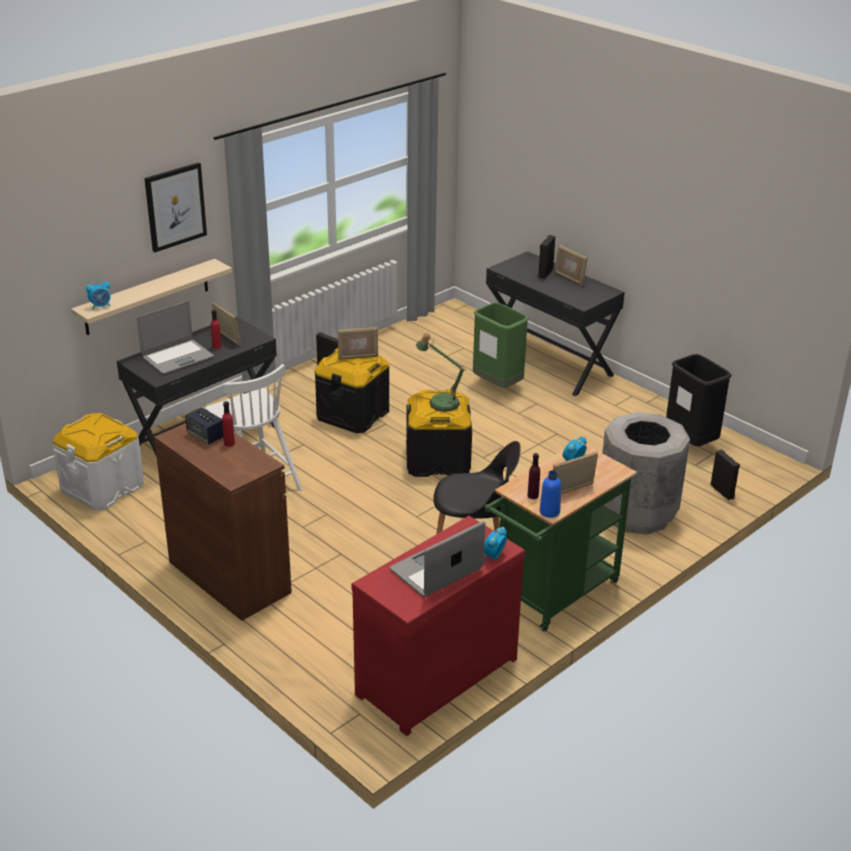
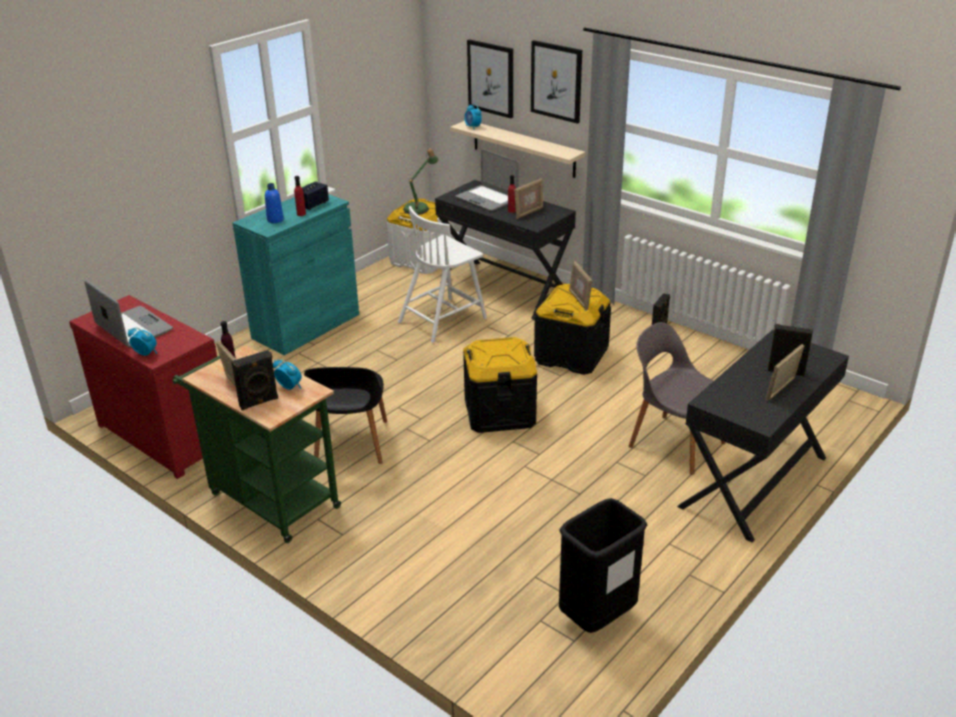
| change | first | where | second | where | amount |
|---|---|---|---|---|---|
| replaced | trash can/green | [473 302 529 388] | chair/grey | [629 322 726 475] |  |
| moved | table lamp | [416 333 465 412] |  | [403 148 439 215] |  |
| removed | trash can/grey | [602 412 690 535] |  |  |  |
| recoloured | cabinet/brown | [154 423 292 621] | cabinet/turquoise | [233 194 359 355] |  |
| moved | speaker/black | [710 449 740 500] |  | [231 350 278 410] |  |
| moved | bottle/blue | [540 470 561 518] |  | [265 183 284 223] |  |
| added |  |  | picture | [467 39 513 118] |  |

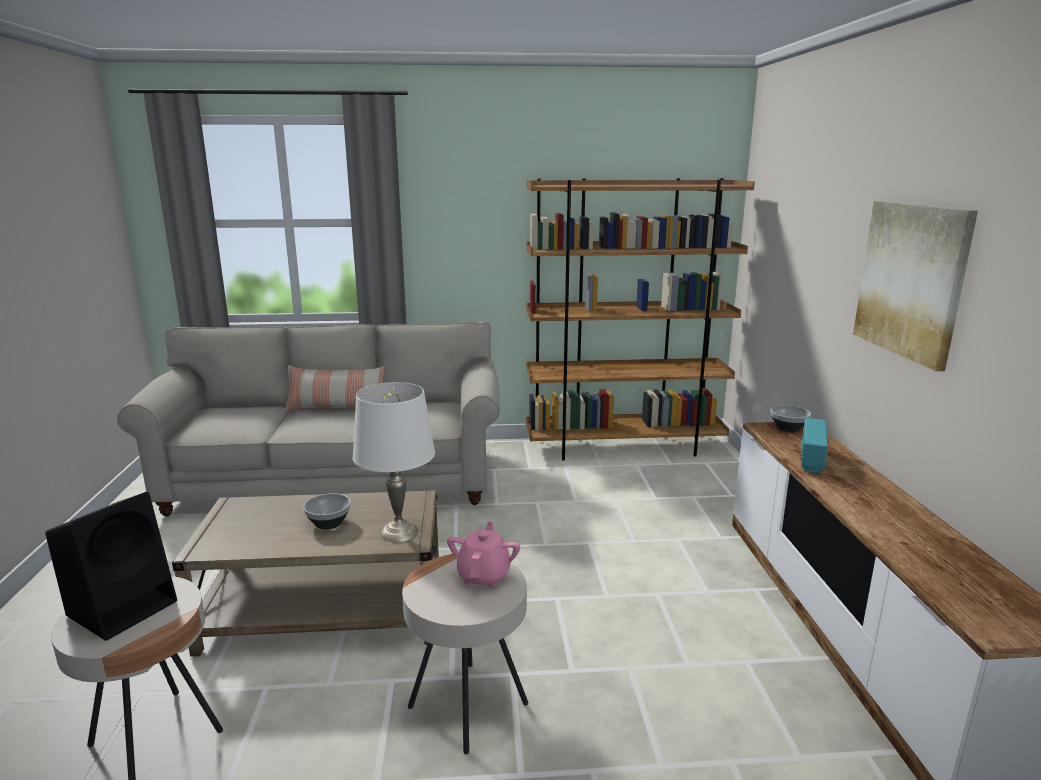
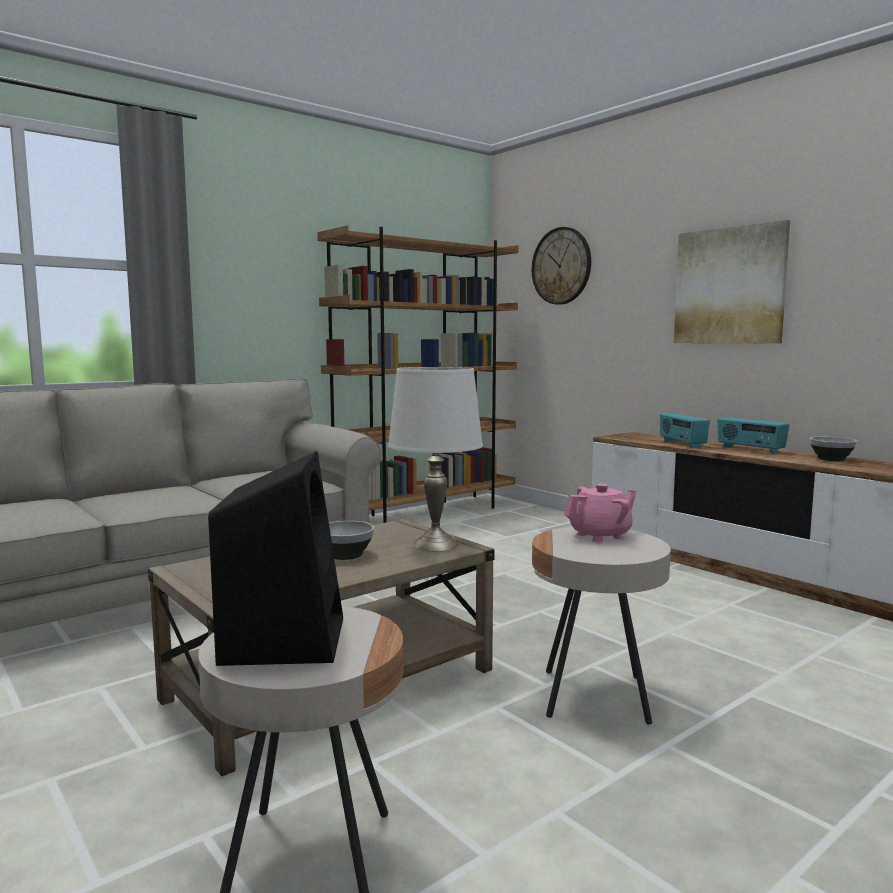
| change | first | where | second | where | amount |
|---|---|---|---|---|---|
| removed | pillow | [285 365 385 412] |  |  |  |
| moved | bowl | [770 405 811 432] |  | [810 437 857 461] |  |
| turned | teapot/pink | [447 522 520 588] |  | [564 483 636 542] | 90 degrees clockwise |
| added |  |  | wall clock | [532 227 591 305] |  |
| added |  |  | radio | [718 417 790 454] |  |

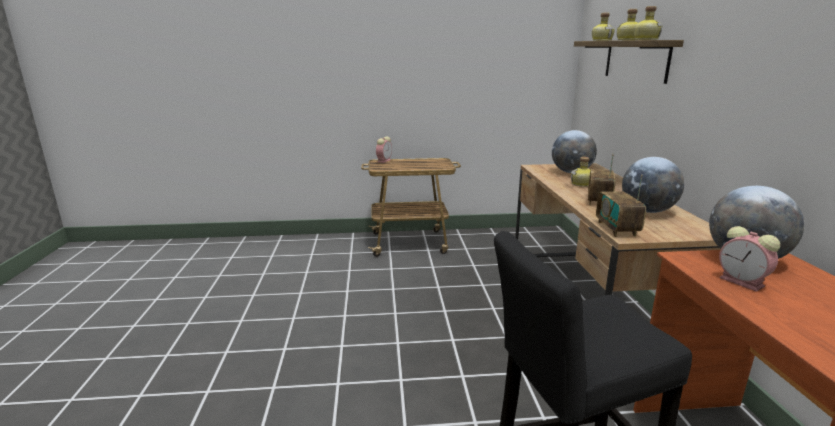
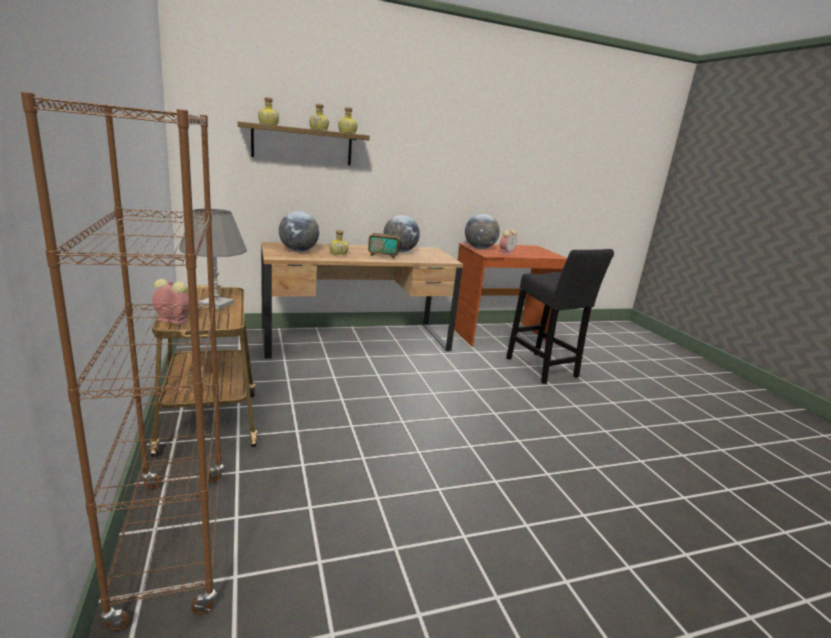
| change | first | where | second | where | amount |
|---|---|---|---|---|---|
| removed | radio | [596 175 646 237] |  |  |  |
| added |  |  | bookcase/brown | [21 92 224 631] |  |
| added |  |  | table lamp/grey | [179 209 247 310] |  |

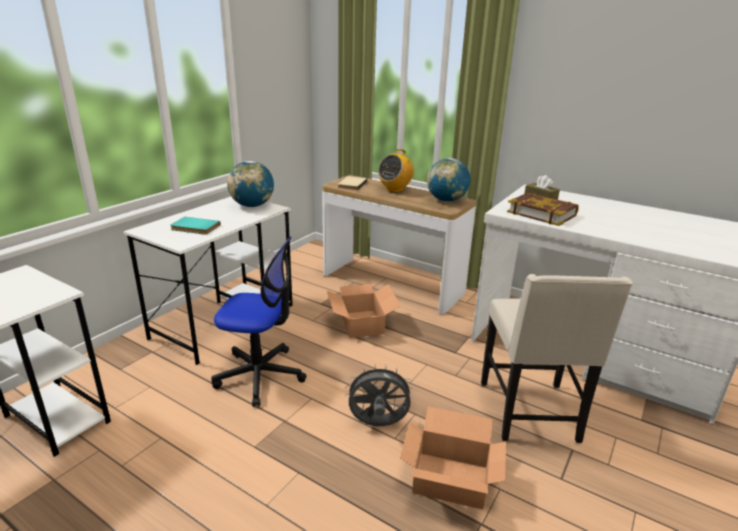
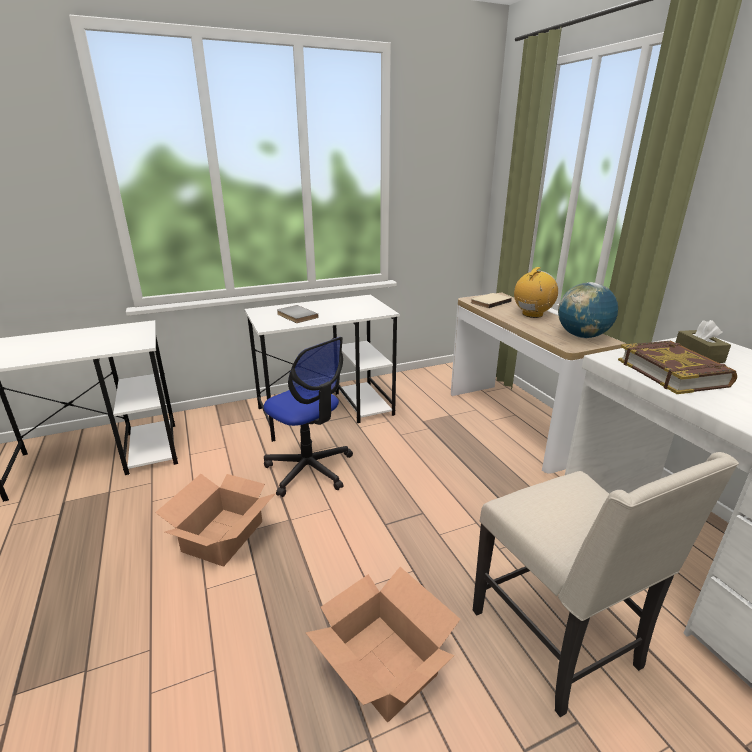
| change | first | where | second | where | amount |
|---|---|---|---|---|---|
| turned | radio | [378 149 414 193] |  | [514 267 558 318] | 150 degrees clockwise |
| removed | globe | [227 161 274 207] |  |  |  |
| recoloured | book/turquoise | [170 217 221 235] | book/grey | [277 305 318 323] |  |
| turned | chair/beige | [481 274 633 443] |  | [473 452 739 717] | 60 degrees counterclockwise |
| moved | cardboard box | [326 284 401 338] |  | [155 474 276 566] |  |
| removed | fan/grey | [345 364 414 426] |  |  |  |

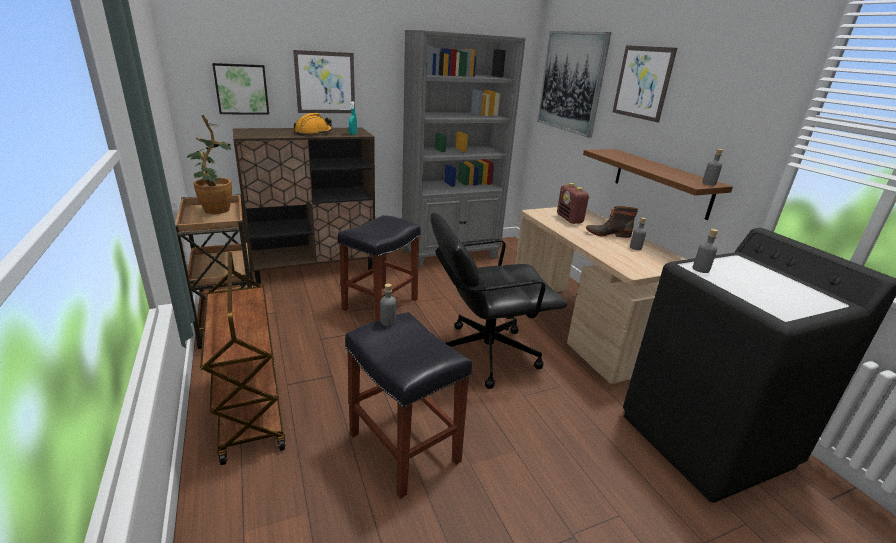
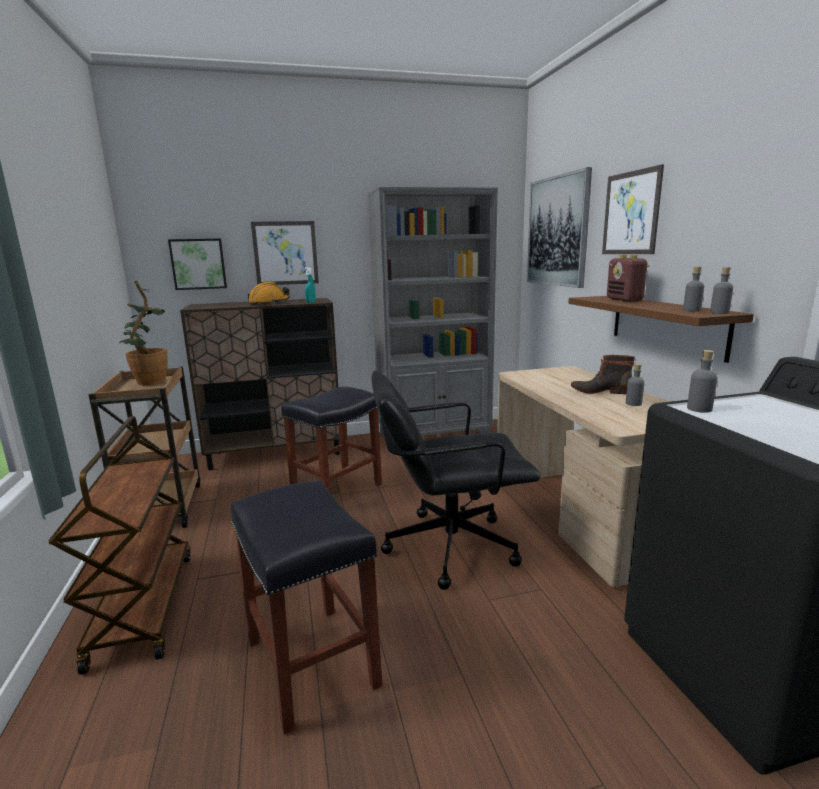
| change | first | where | second | where | amount |
|---|---|---|---|---|---|
| moved | radio | [557 183 590 224] |  | [607 255 649 302] |  |
| moved | bottle/grey | [380 283 396 326] |  | [683 267 704 311] |  |

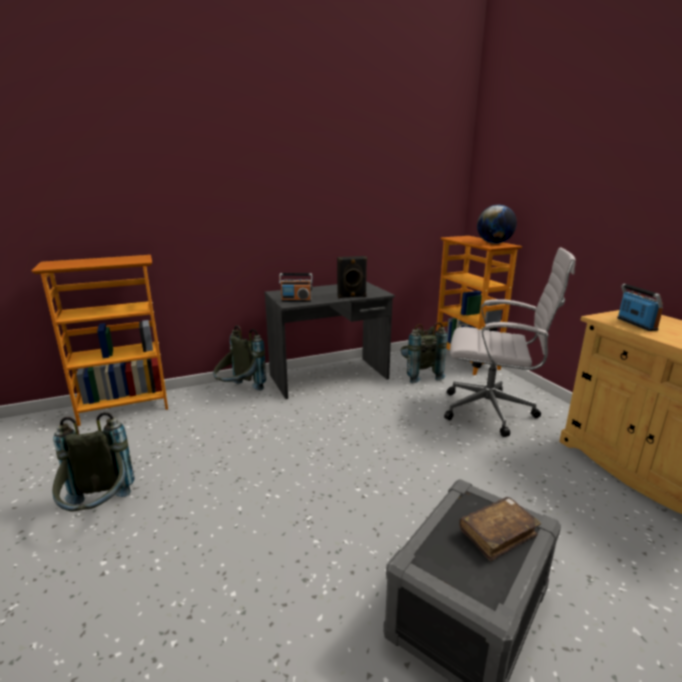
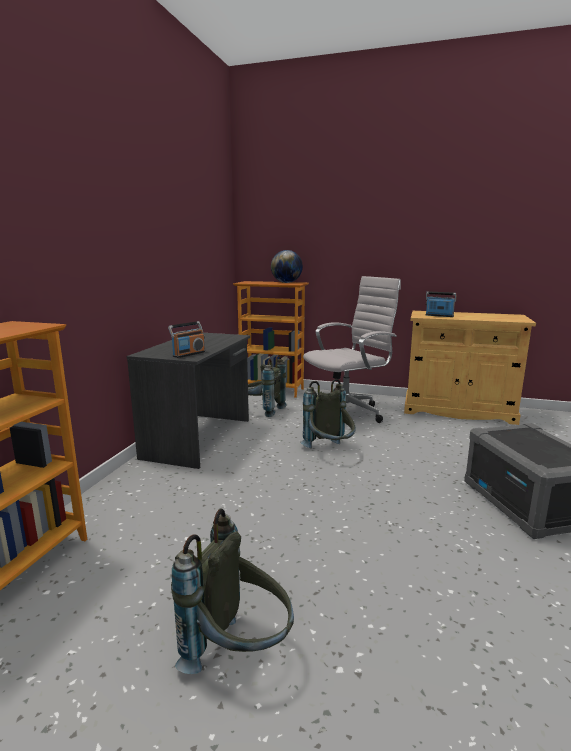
| change | first | where | second | where | amount |
|---|---|---|---|---|---|
| removed | speaker/black | [337 256 367 298] |  |  |  |
| moved | backpack/grey | [213 325 266 390] |  | [300 379 356 448] |  |
| removed | book/brown | [459 497 541 561] |  |  |  |

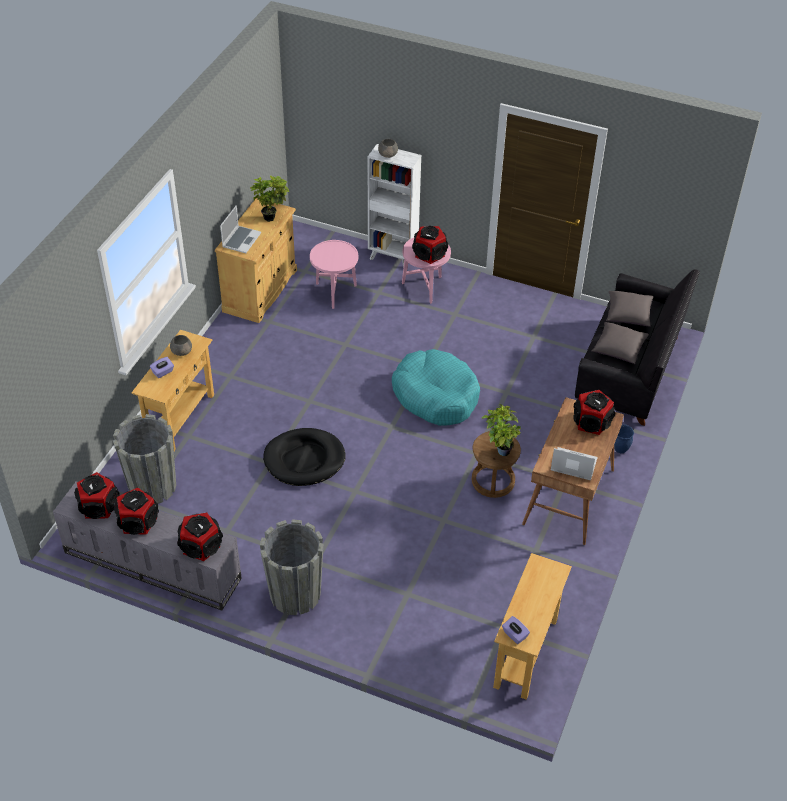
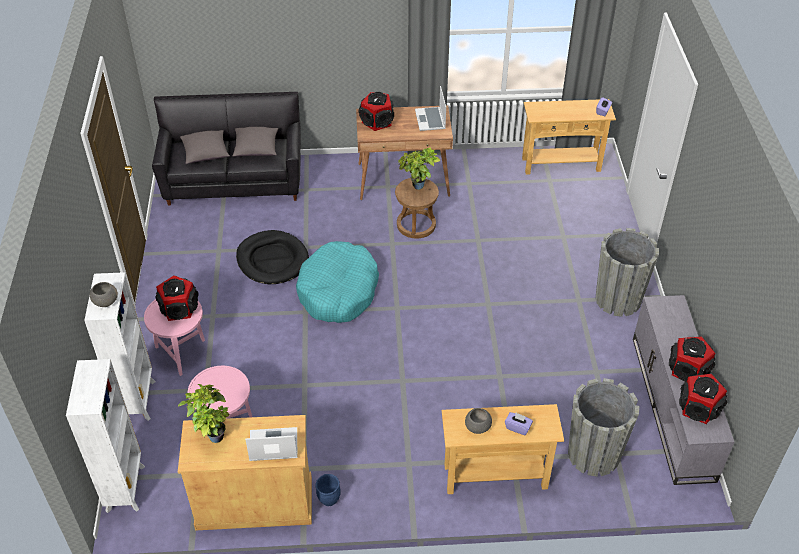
| change | first | where | second | where | amount |
|---|---|---|---|---|---|
| moved | planter/blue | [614 424 634 453] |  | [315 474 341 506] |  |
| moved | dog bed/black | [263 428 346 486] |  | [236 230 309 284] |  |
| removed | speaker | [177 512 223 561] |  |  |  |
| added |  |  | bookcase/white | [66 359 145 513] |  |

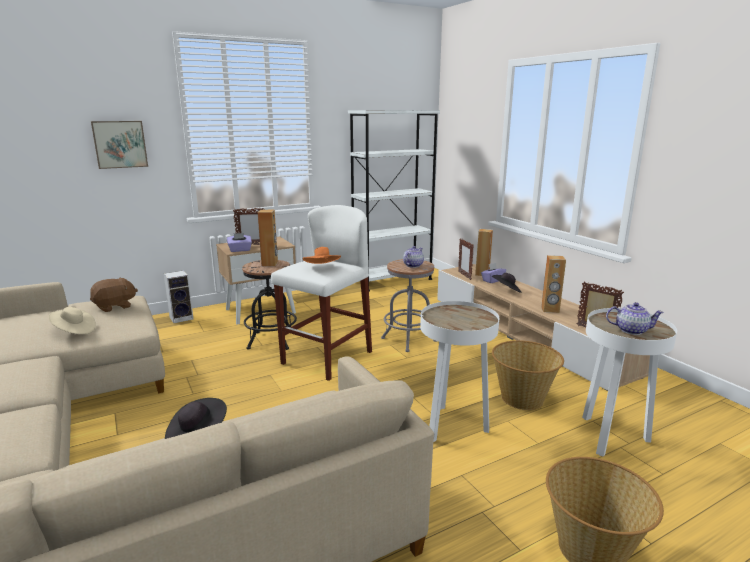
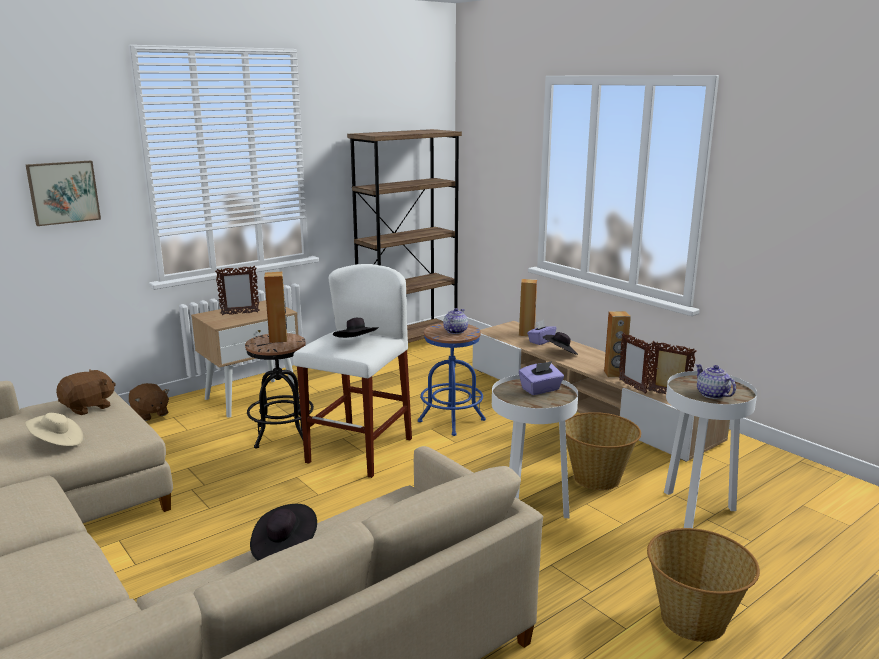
| change | first | where | second | where | amount |
|---|---|---|---|---|---|
| recoloured | bookcase/white | [348 110 440 292] | bookcase/brown | [347 129 462 343] |  |
| moved | tissue box/purple | [227 233 252 252] |  | [519 361 564 395] |  |
| moved | picture frame | [458 238 474 280] |  | [619 333 652 394] |  |
| recoloured | hat/orange | [302 247 341 264] | hat/black | [333 318 379 338] |  |
| recoloured | stool/grey | [381 259 437 352] | stool/blue | [418 323 486 436] |  |
| replaced | speaker | [164 271 193 323] | plush toy/brown | [129 383 170 421] |  |
| turned | teapot | [606 302 664 335] |  | [695 364 736 399] | 120 degrees counterclockwise |

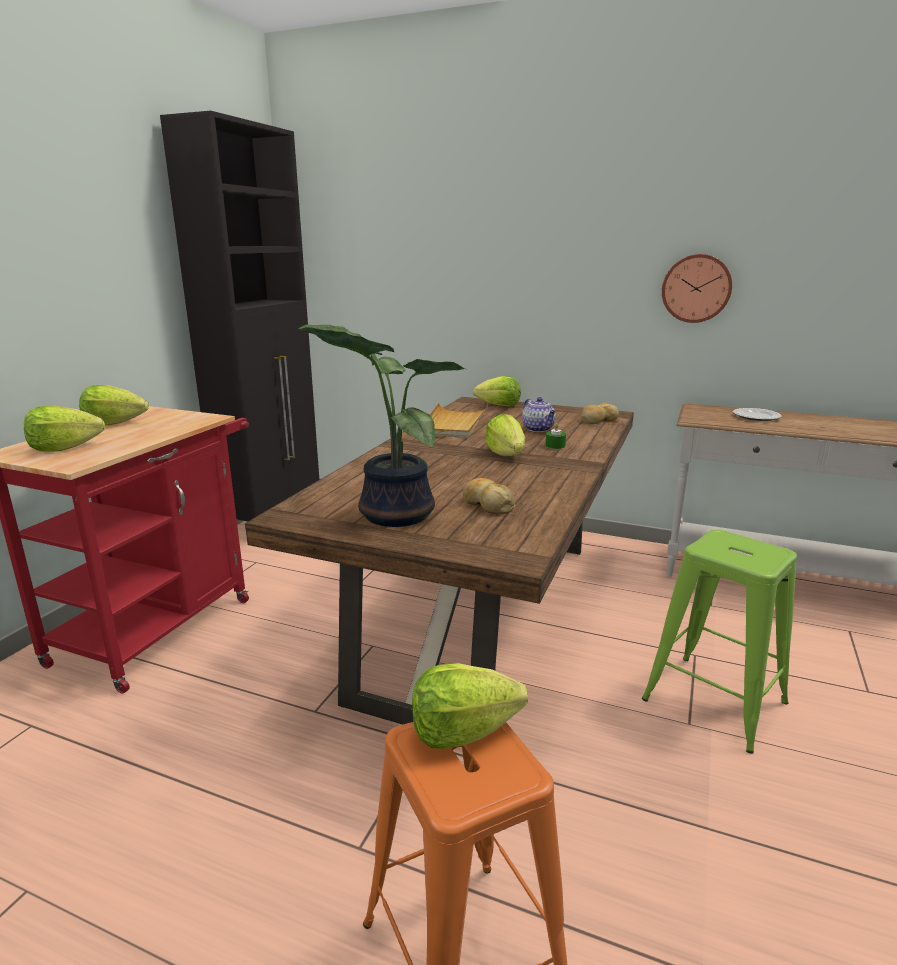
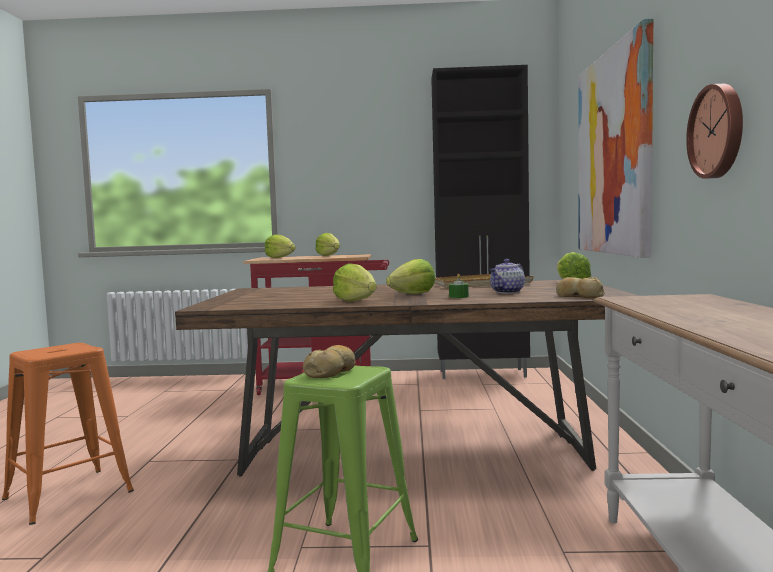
| change | first | where | second | where | amount |
|---|---|---|---|---|---|
| removed | potted plant | [298 324 465 527] |  |  |  |
| removed | plate | [733 408 782 421] |  |  |  |
| moved | bread | [463 478 516 515] |  | [303 345 356 378] |  |
| moved | lettuce | [412 663 528 749] |  | [333 264 377 302] |  |
| added |  |  | picture | [578 19 653 258] |  |

